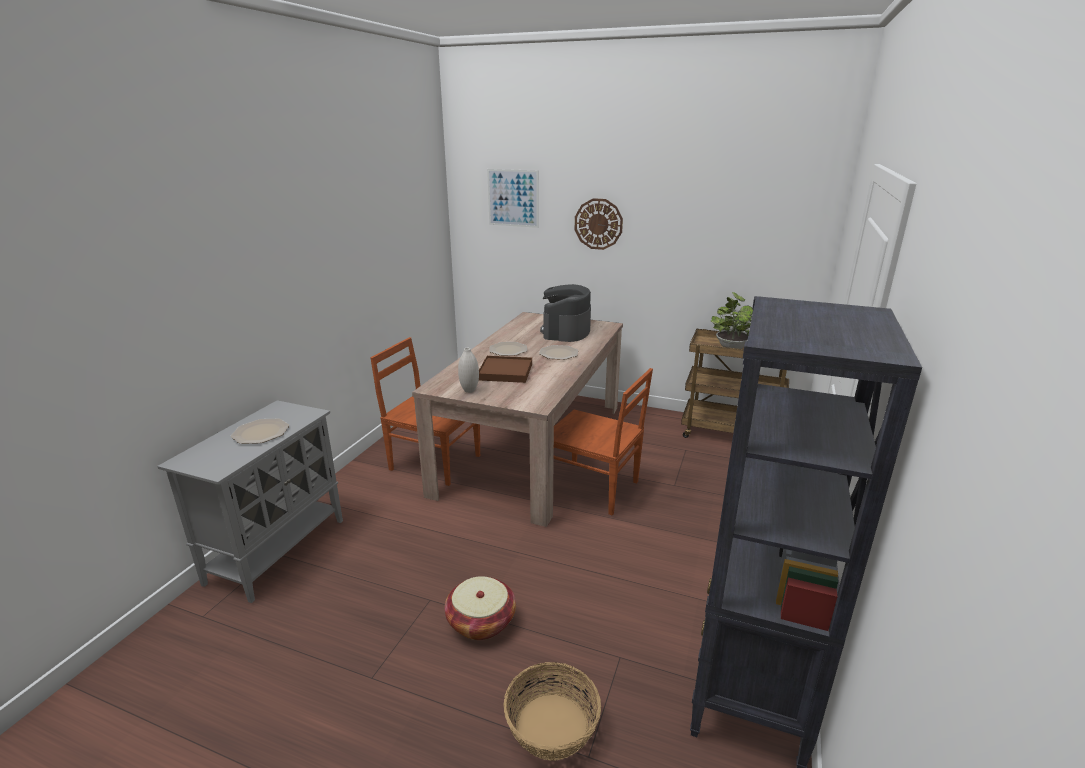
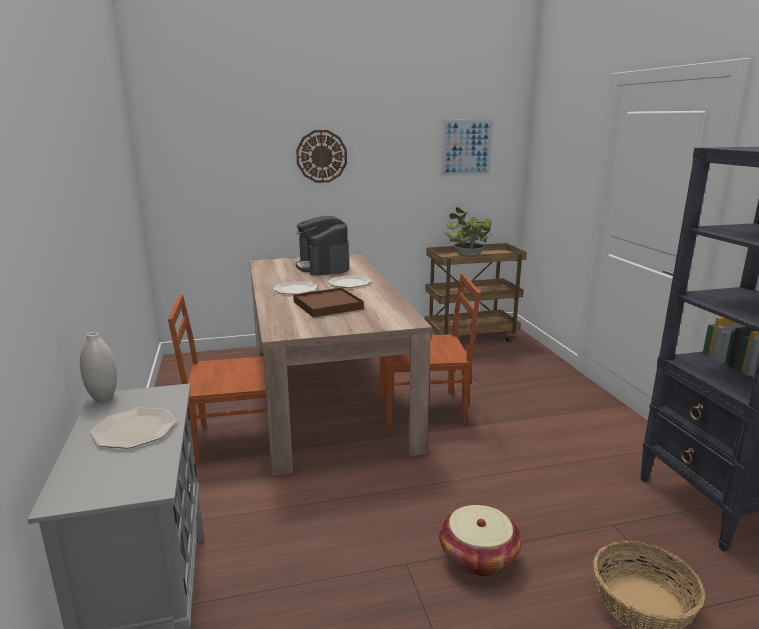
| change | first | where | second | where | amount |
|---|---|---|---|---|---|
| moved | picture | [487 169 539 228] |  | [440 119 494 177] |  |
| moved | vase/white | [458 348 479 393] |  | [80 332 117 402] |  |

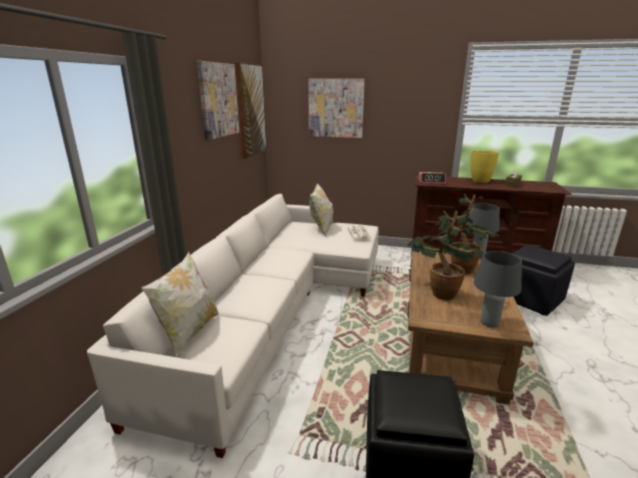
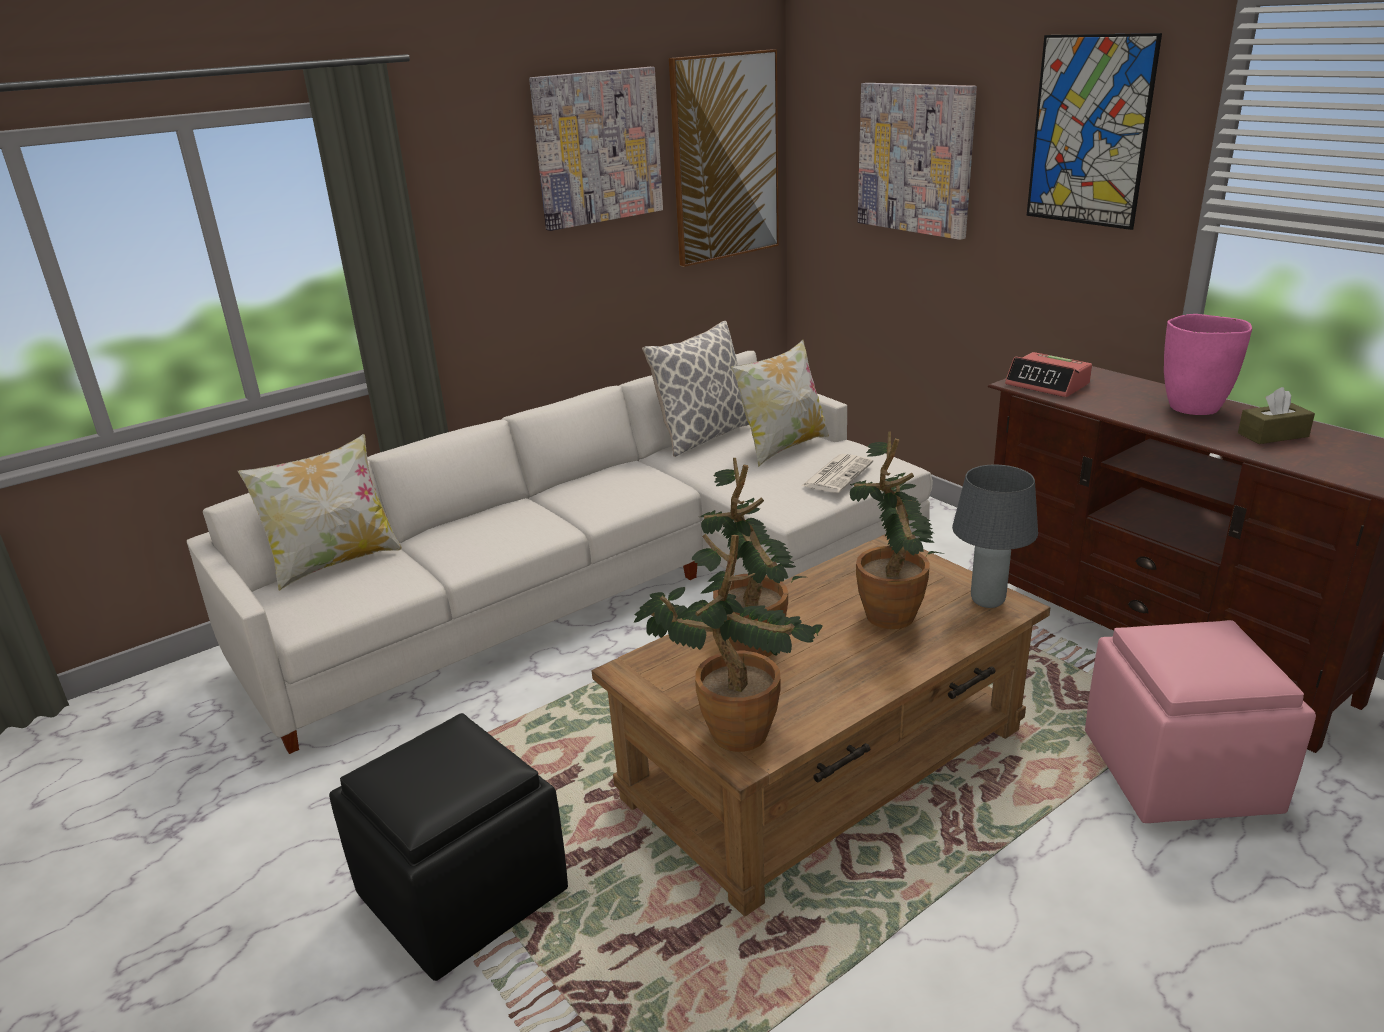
| change | first | where | second | where | amount |
|---|---|---|---|---|---|
| recoloured | vase/yellow | [470 150 499 183] | vase/pink | [1164 314 1252 415] |  |
| recoloured | ottoman/black | [512 245 575 316] | ottoman/pink | [1085 620 1316 823] |  |
| replaced | table lamp/grey | [474 251 522 327] | potted plant | [634 534 823 752] |  |
| added |  |  | picture | [1027 33 1162 230] |  |
| added |  |  | pillow | [642 321 749 457] |  |

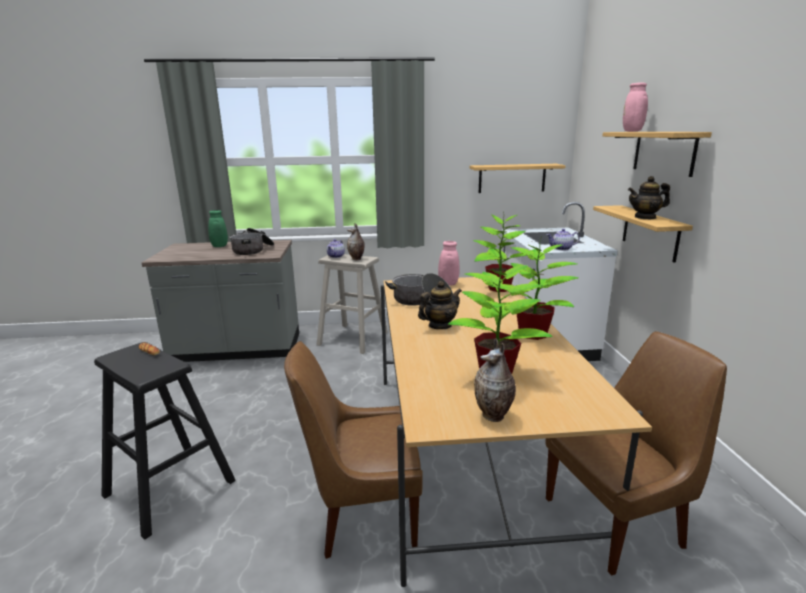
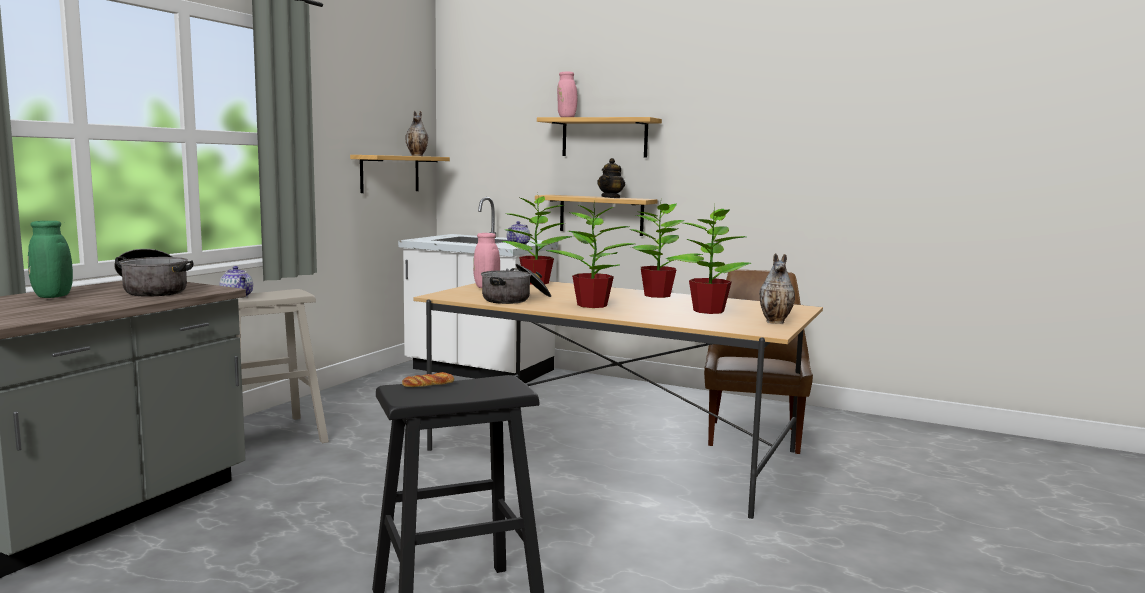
| change | first | where | second | where | amount |
|---|---|---|---|---|---|
| moved | vase | [347 223 365 260] |  | [406 111 428 156] |  |
| replaced | teapot | [418 281 462 329] | potted plant | [546 199 634 308] |  |
| removed | chair/brown | [284 341 423 559] |  |  |  |

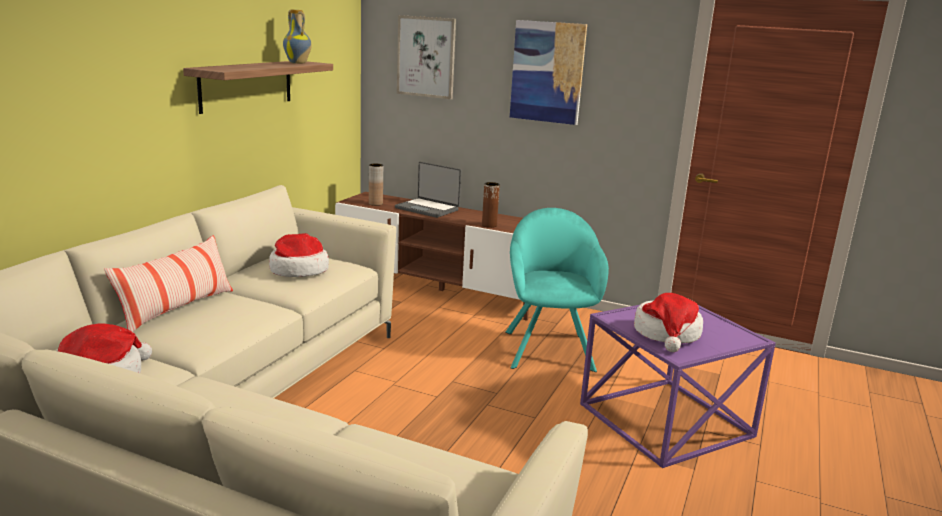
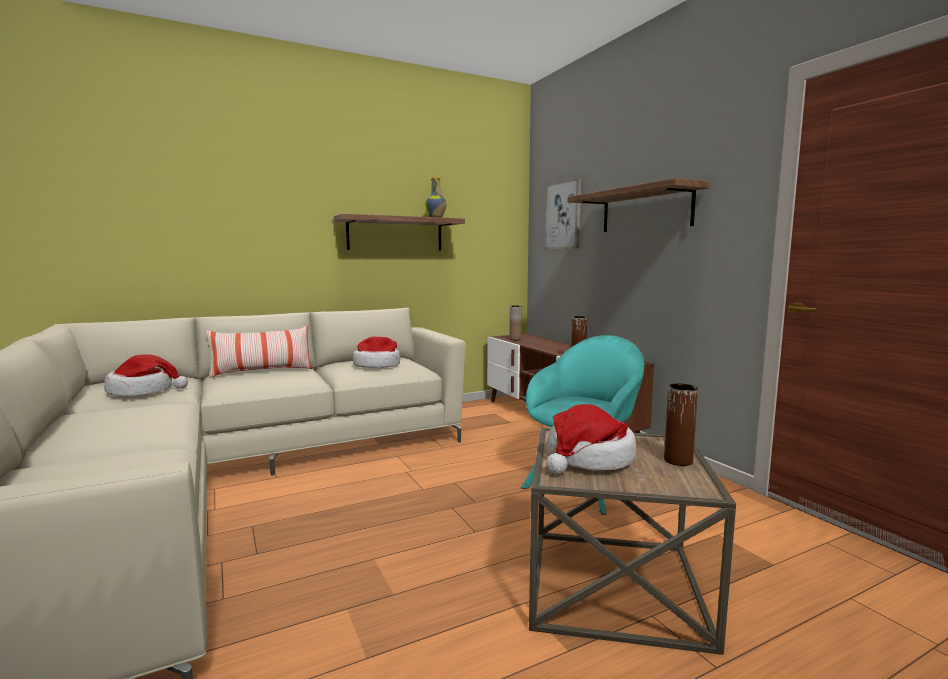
| change | first | where | second | where | amount |
|---|---|---|---|---|---|
| replaced | picture | [510 20 587 125] | shelf | [568 178 710 232] |  |
| removed | laptop | [395 162 462 218] |  |  |  |
| recoloured | side table/purple | [580 305 776 468] | side table/brown | [529 427 736 655] |  |
| added |  |  | vase/brown | [664 384 698 466] |  |

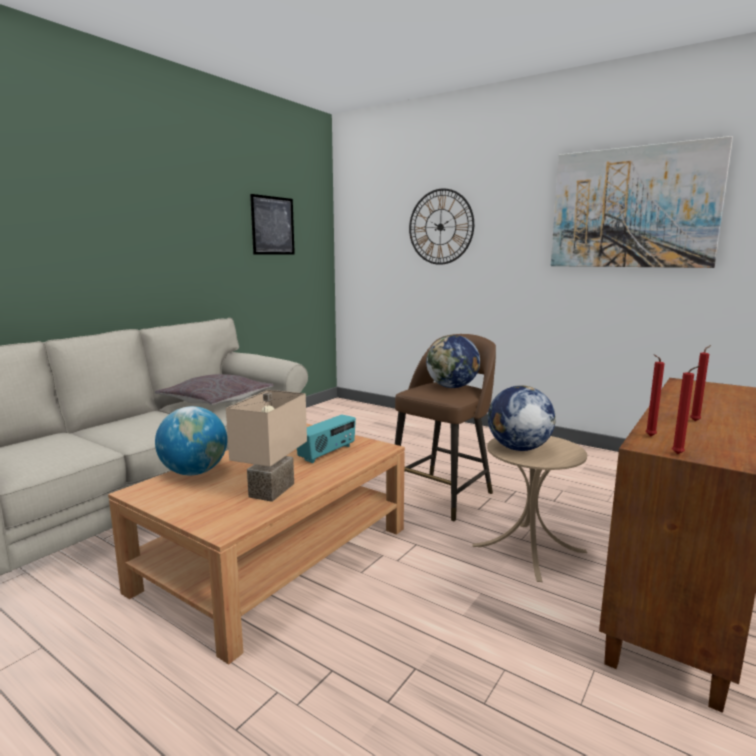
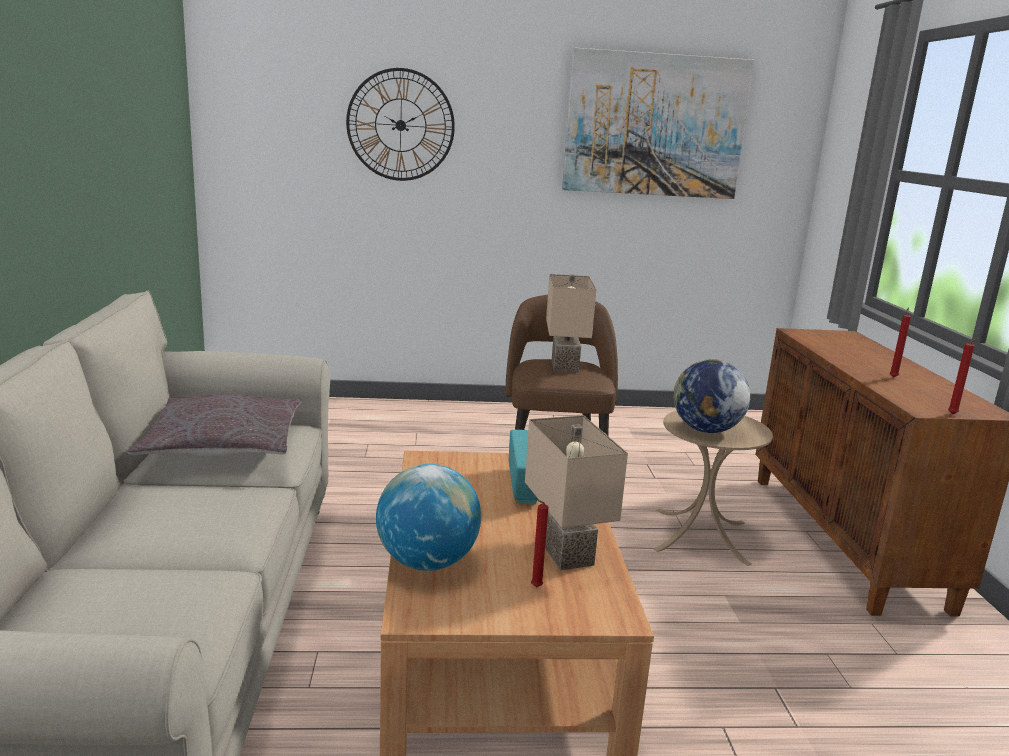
| change | first | where | second | where | amount |
|---|---|---|---|---|---|
| removed | picture | [250 194 295 255] |  |  |  |
| replaced | globe | [426 335 480 388] | table lamp/beige | [546 274 596 373] |  |
| moved | candle/red | [645 354 665 436] |  | [531 500 548 587] |  |

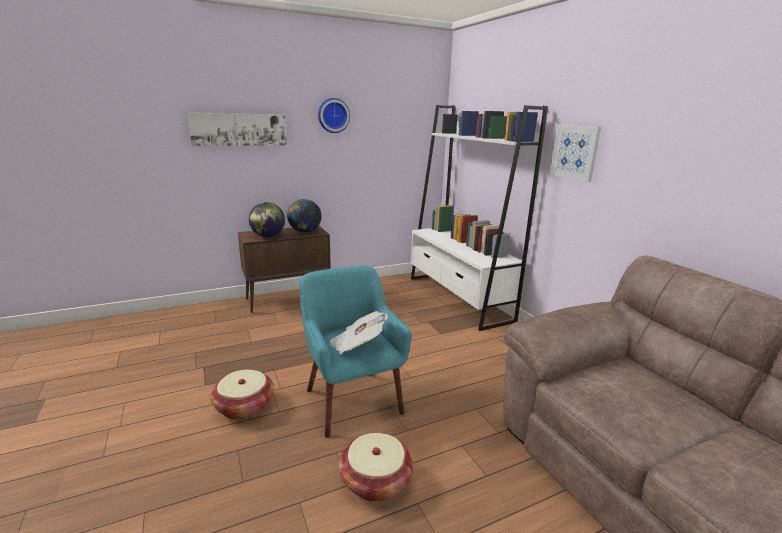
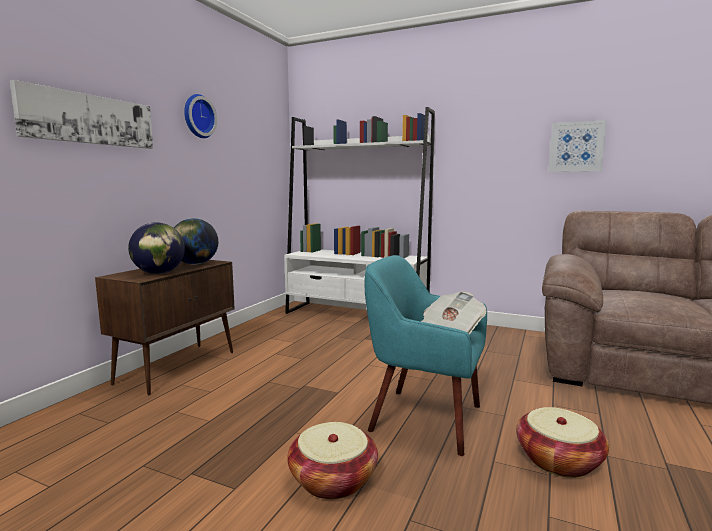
| change | first | where | second | where | amount |
|---|---|---|---|---|---|
| moved | picture | [550 124 601 182] |  | [549 120 607 172] |  |

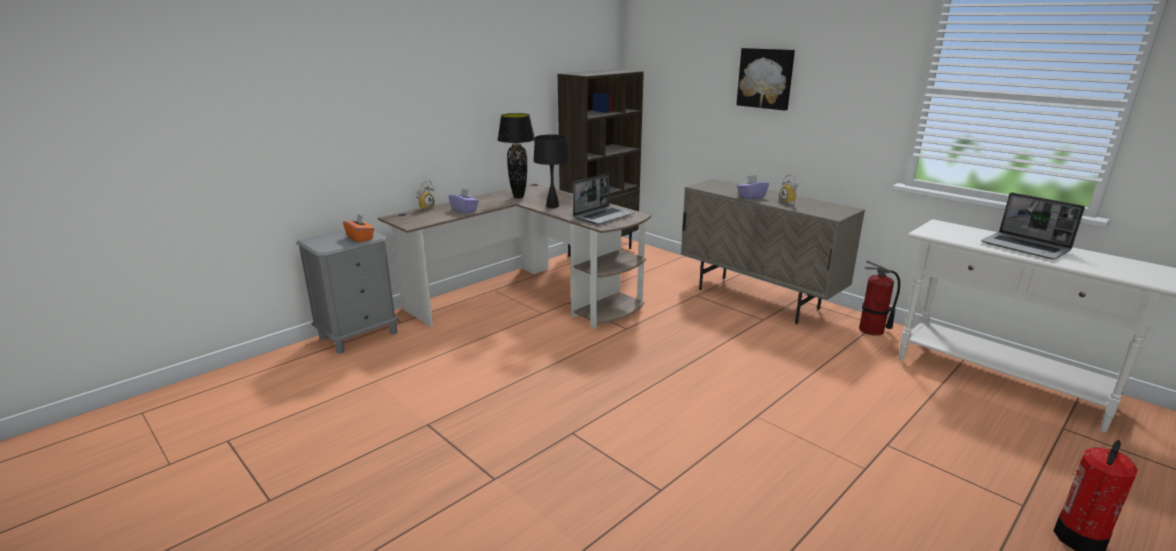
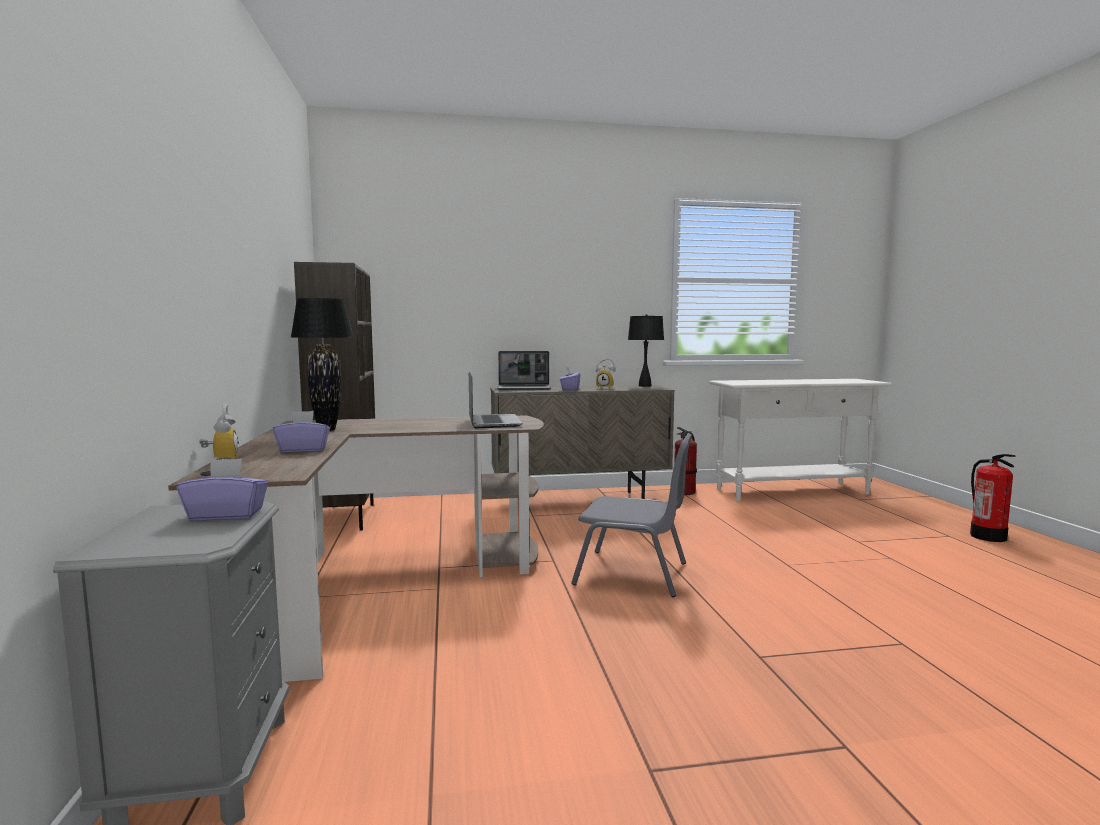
| change | first | where | second | where | amount |
|---|---|---|---|---|---|
| removed | picture | [736 48 795 111] |  |  |  |
| moved | table lamp/black | [534 134 570 208] |  | [628 314 664 387] |  |
| moved | laptop | [981 192 1085 260] |  | [497 351 551 390] |  |
| recoloured | tissue box/orange | [343 214 374 242] | tissue box/purple | [177 458 268 521] |  |
| added |  |  | chair/grey | [571 433 693 597] |  |

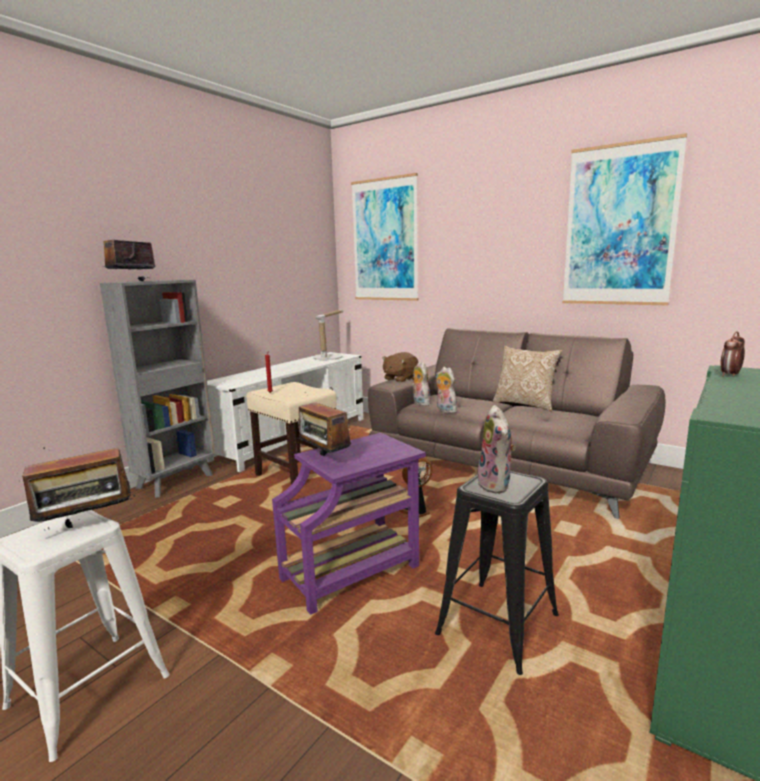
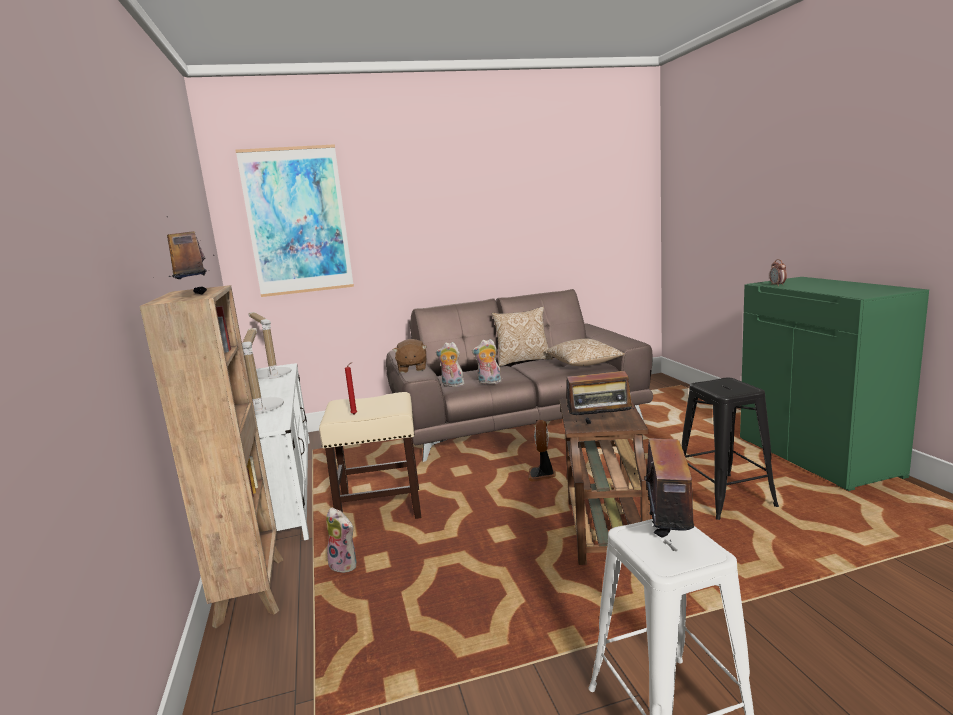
| change | first | where | second | where | amount |
|---|---|---|---|---|---|
| removed | picture | [562 133 687 305] |  |  |  |
| recoloured | bookcase/grey | [100 280 215 498] | bookcase/brown | [140 285 284 628] |  |
| moved | plush toy | [477 405 516 493] |  | [326 508 357 573] |  |
| recoloured | side table/purple | [272 433 426 615] | side table/brown | [559 399 651 565] |  |
| added |  |  | table lamp | [242 328 284 415] |  |
| added |  |  | pillow | [546 339 625 366] |  |

